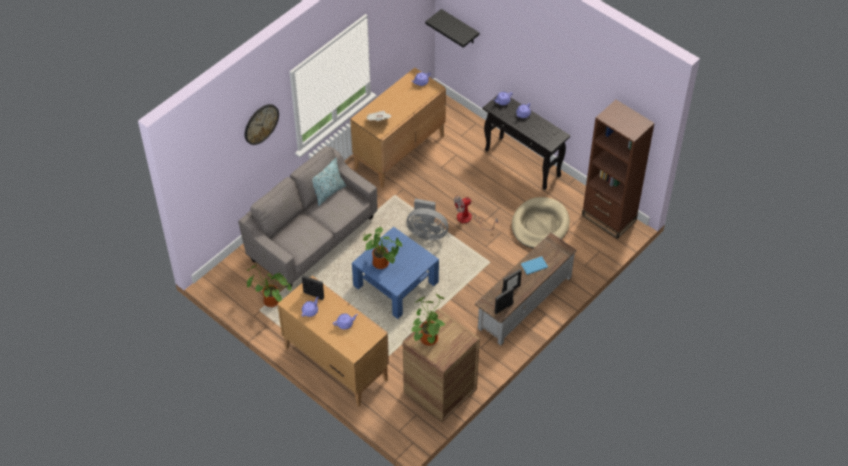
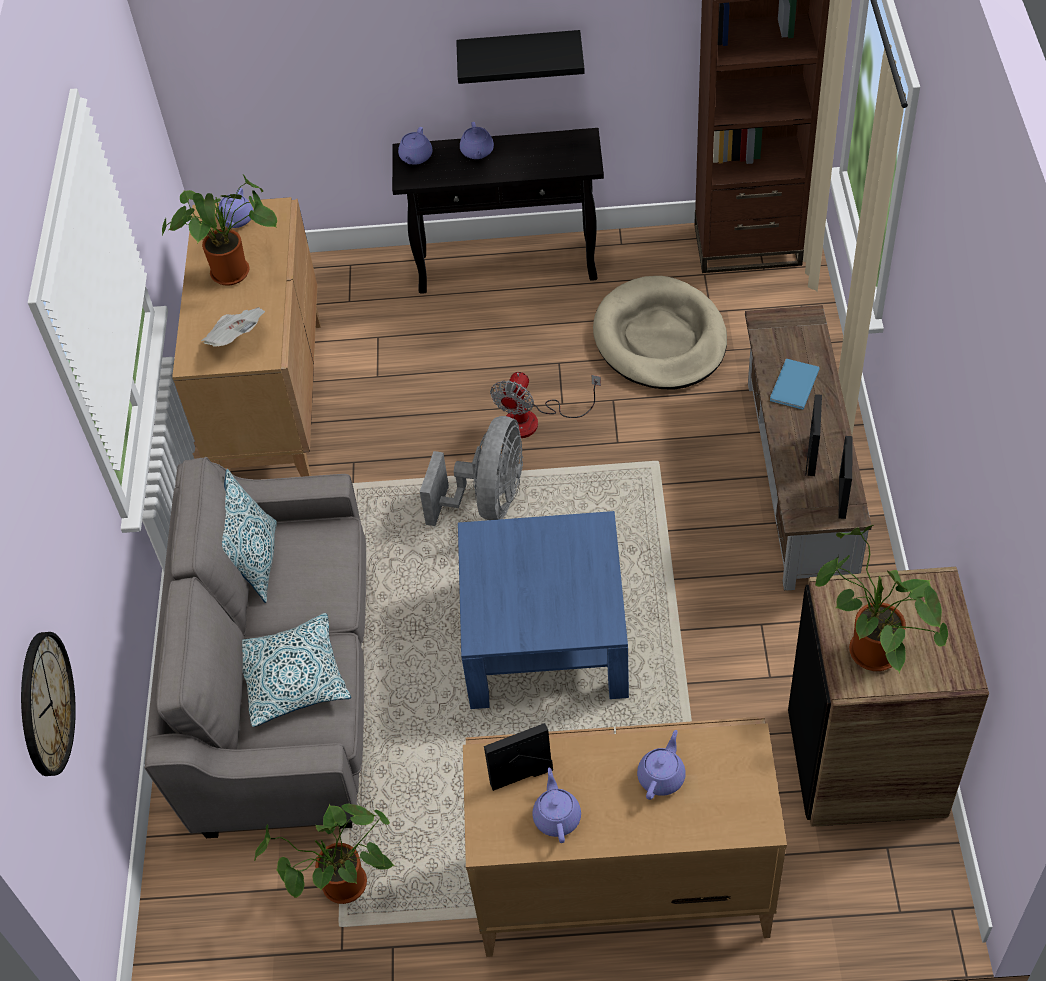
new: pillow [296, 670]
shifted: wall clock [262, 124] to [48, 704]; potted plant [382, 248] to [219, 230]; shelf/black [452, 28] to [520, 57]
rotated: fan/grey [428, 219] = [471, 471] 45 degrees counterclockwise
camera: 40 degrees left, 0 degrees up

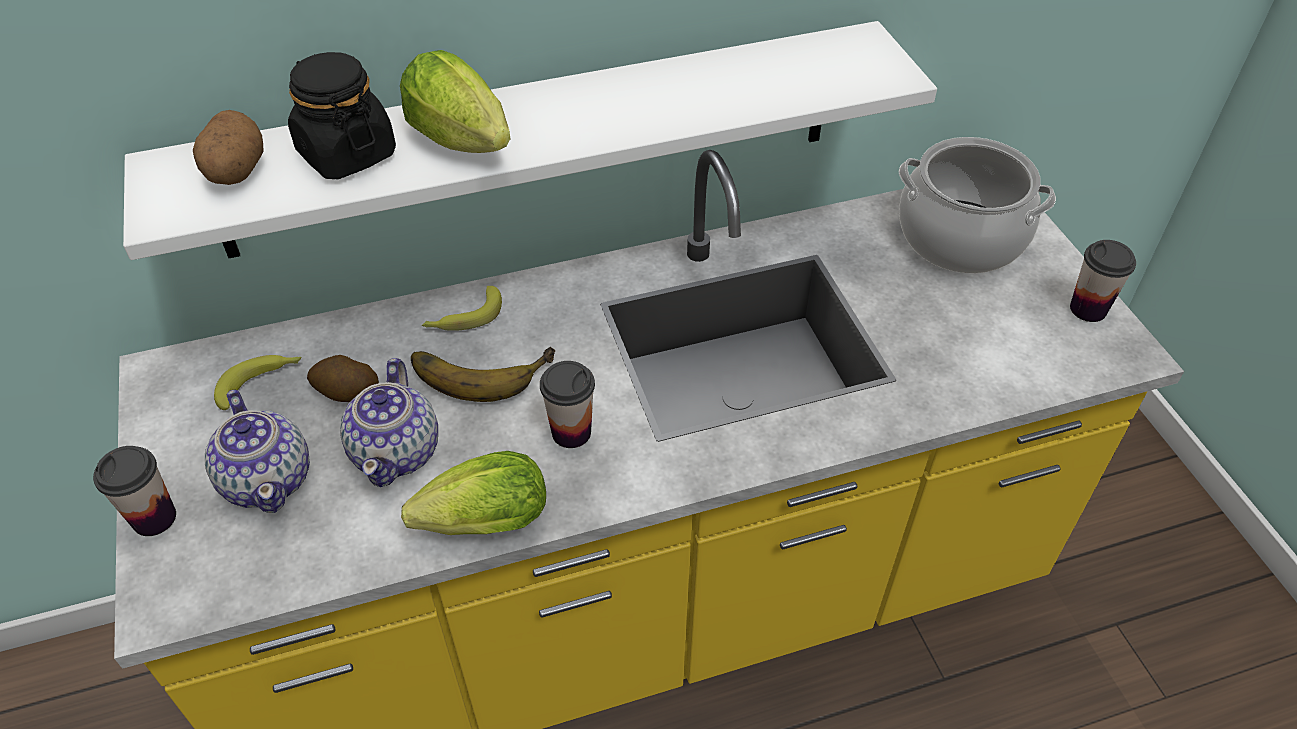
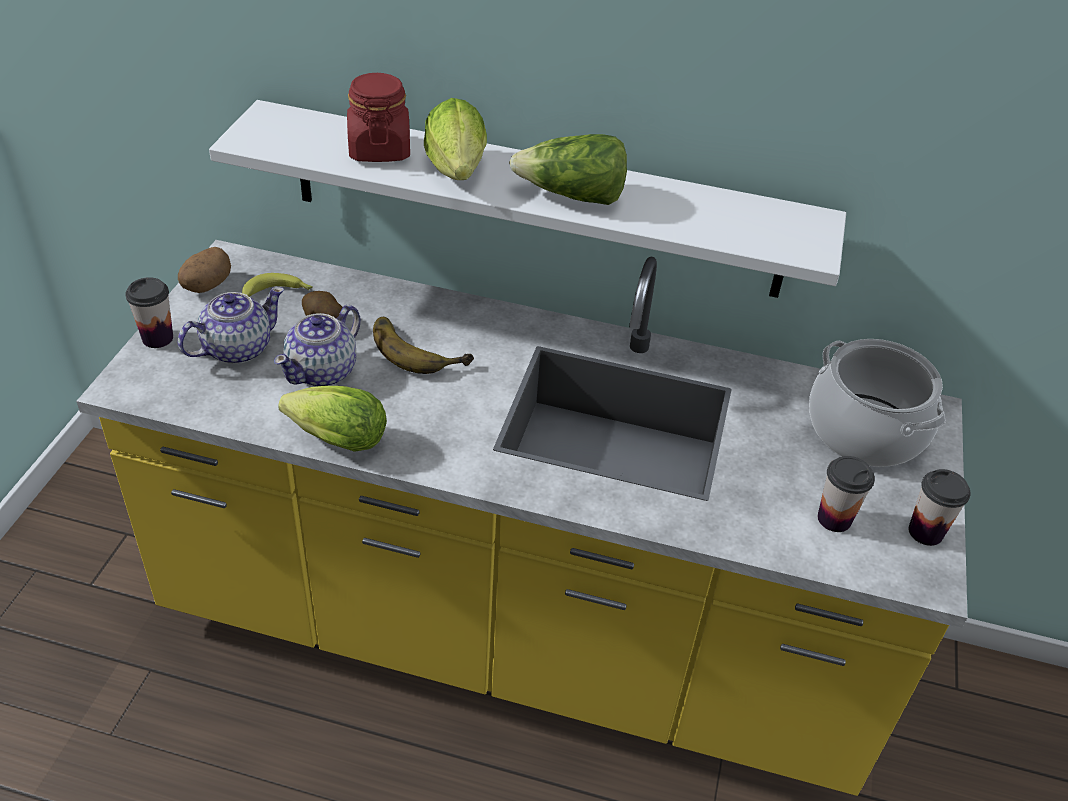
gone: banana [462, 308]
new: lettuce [568, 169]
shifted: potato [228, 147] to [204, 270]; cup [567, 404] to [846, 494]
repainted: jar/black [342, 115] to jar/red [378, 117]
rotated: teapot [257, 451] = [231, 325] 135 degrees counterclockwise
camera: 30 degrees right, 5 degrees down

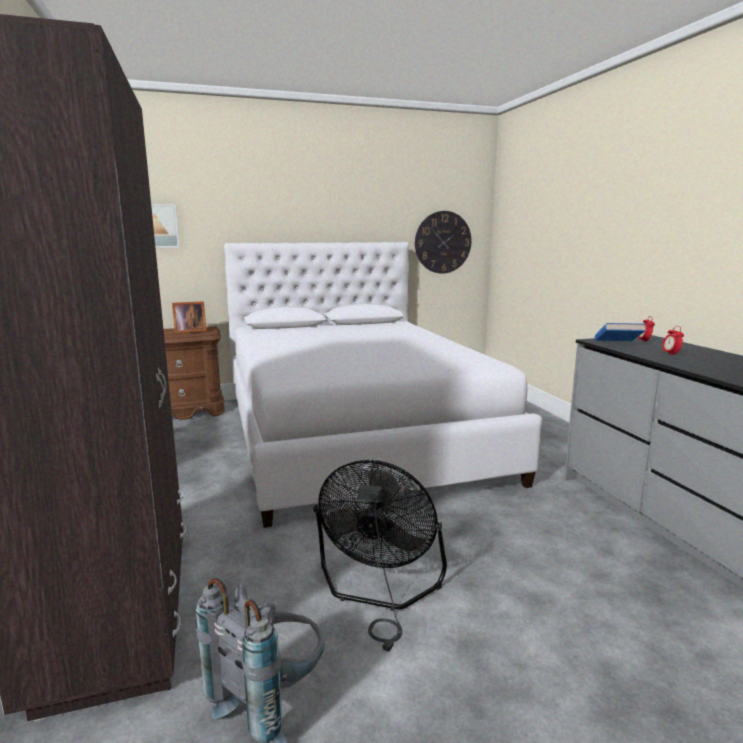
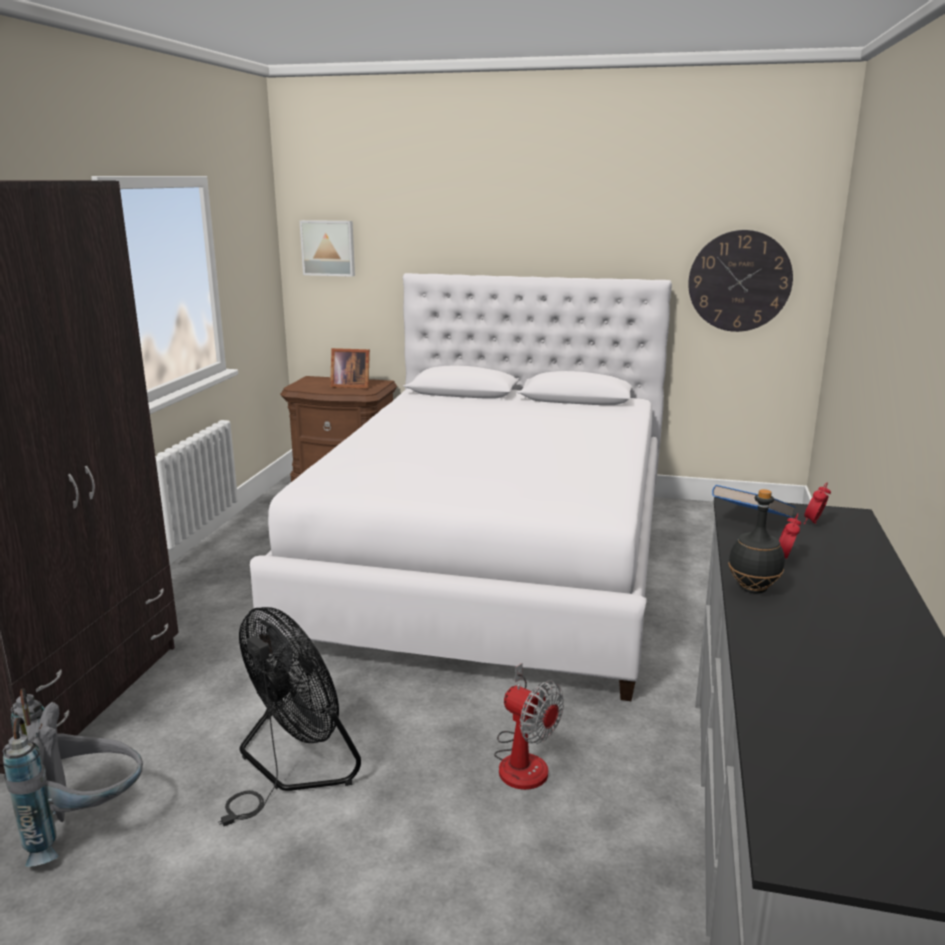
new: fan [529, 726]; bottle/black [756, 541]
camera: 30 degrees right, 5 degrees up

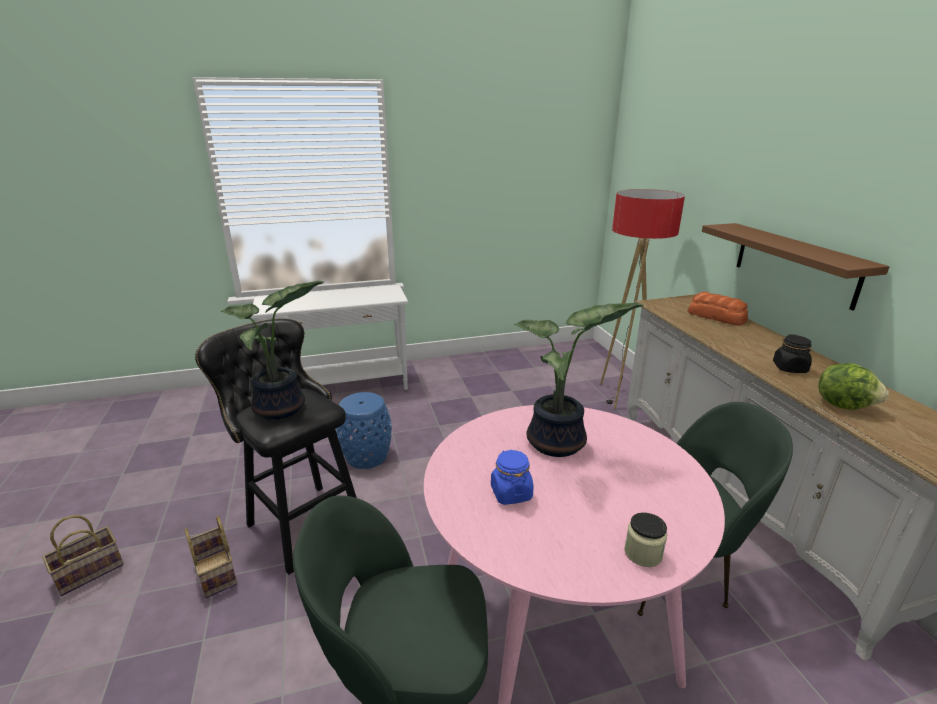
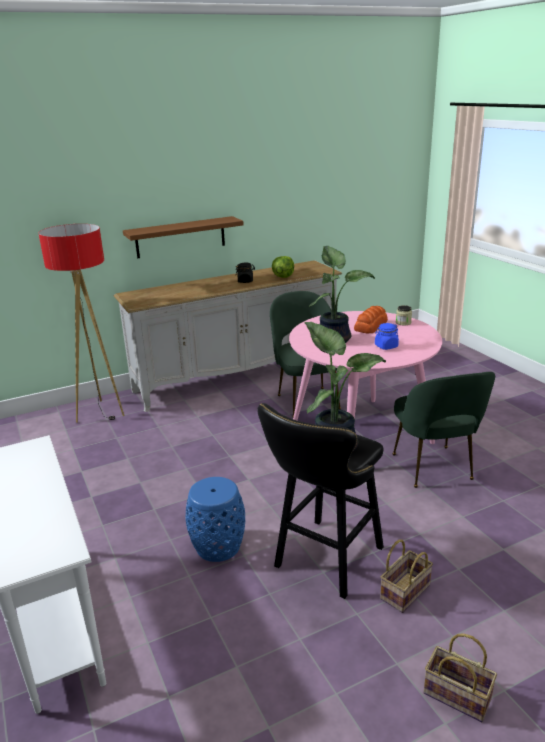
shifted: bread [717, 308] to [371, 319]
camera: 100 degrees left, 0 degrees up

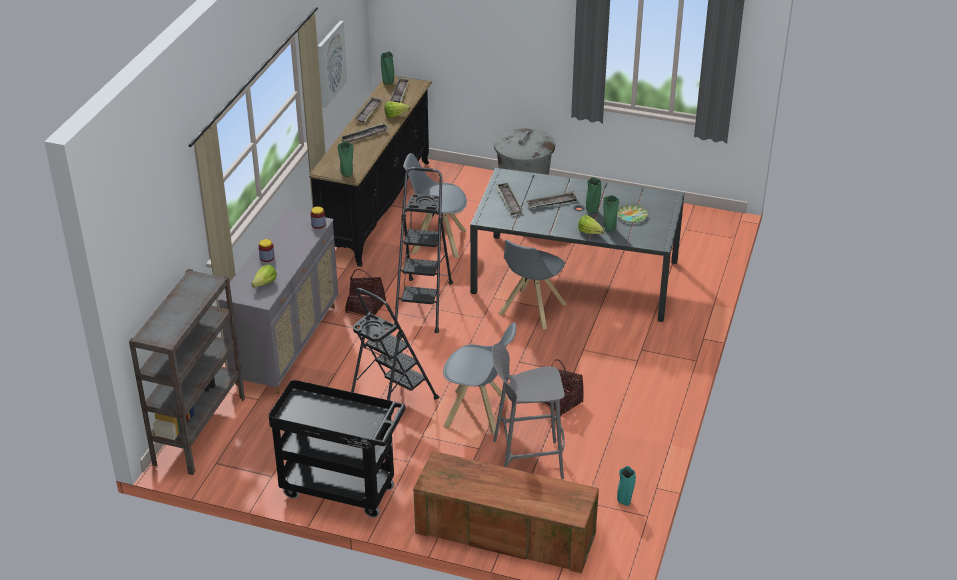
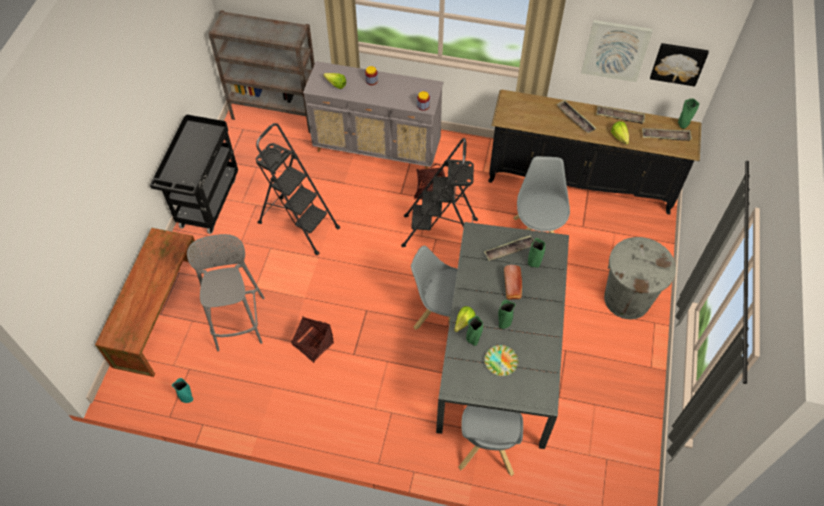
new: picture [679, 65]
shifted: chair/grey [480, 378] to [490, 441]; vase/green [345, 159] to [536, 253]
swapped: tray [552, 199] to bread [513, 282]
camera: 85 degrees right, 20 degrees up

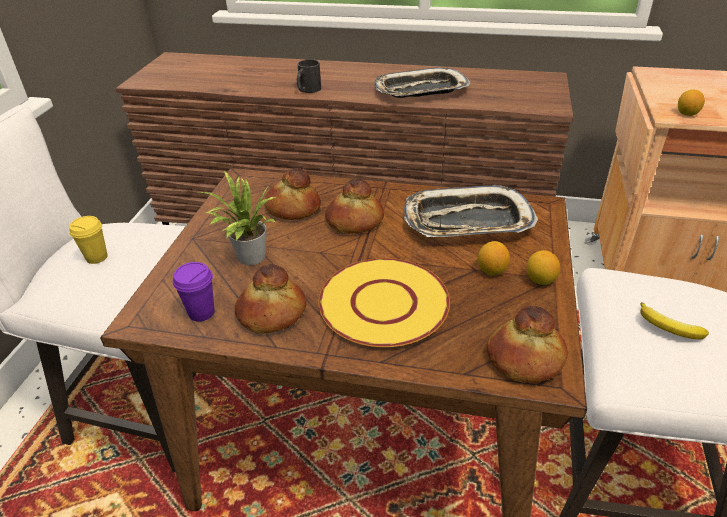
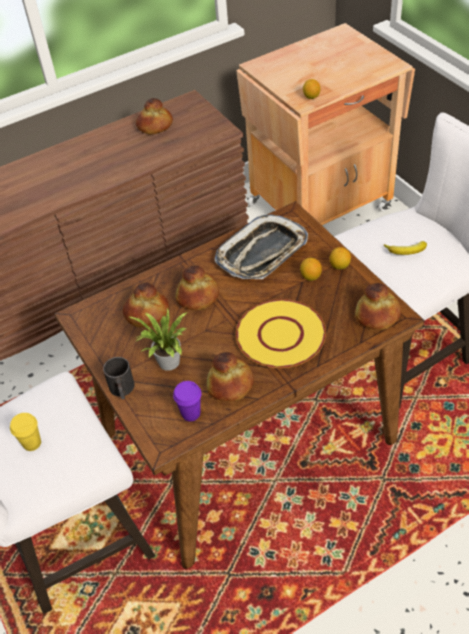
gone: tray [422, 82]
new: bread [154, 116]
shifted: mug/black [309, 76] to [119, 378]
camera: 40 degrees left, 10 degrees up

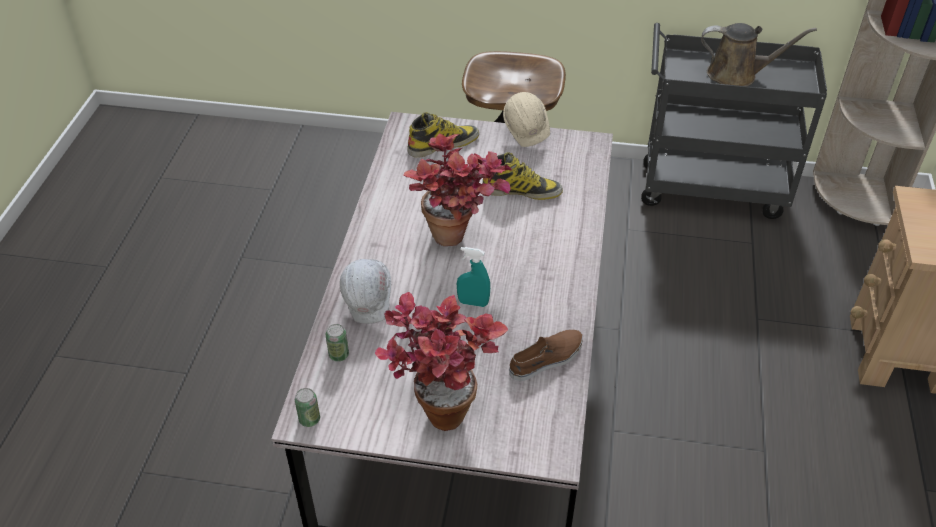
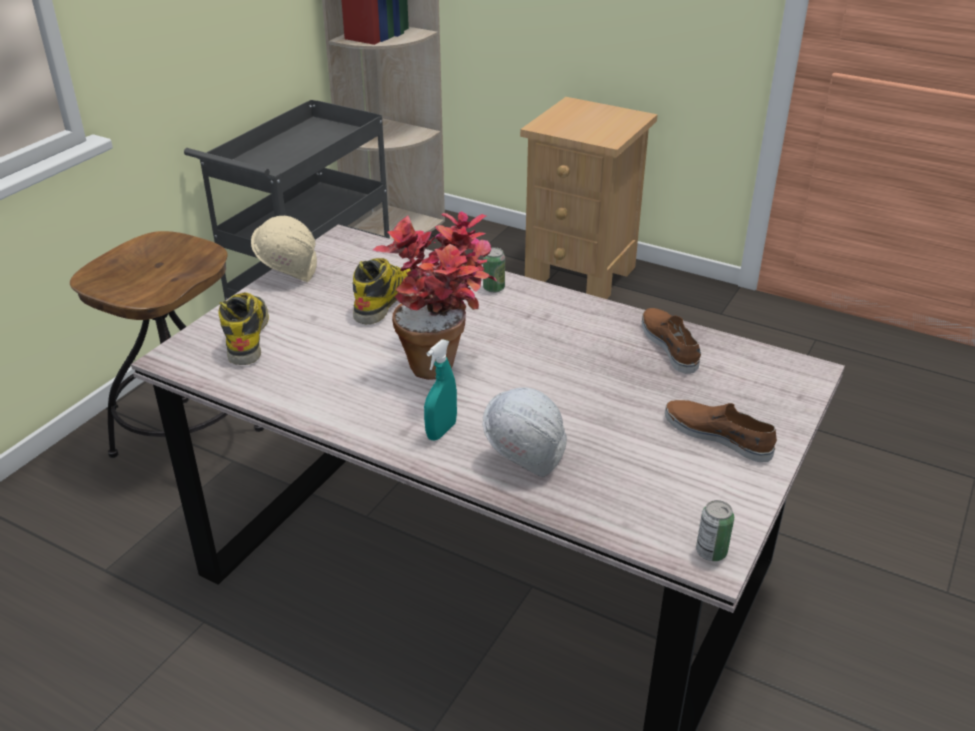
gone: watering can/brown [759, 54]
shifted: spray bottle/turquoise [473, 277] to [440, 390]; can [337, 343] to [494, 270]
swapped: potted plant [441, 361] to shoe/brown [721, 431]
camera: 70 degrees left, 10 degrees down

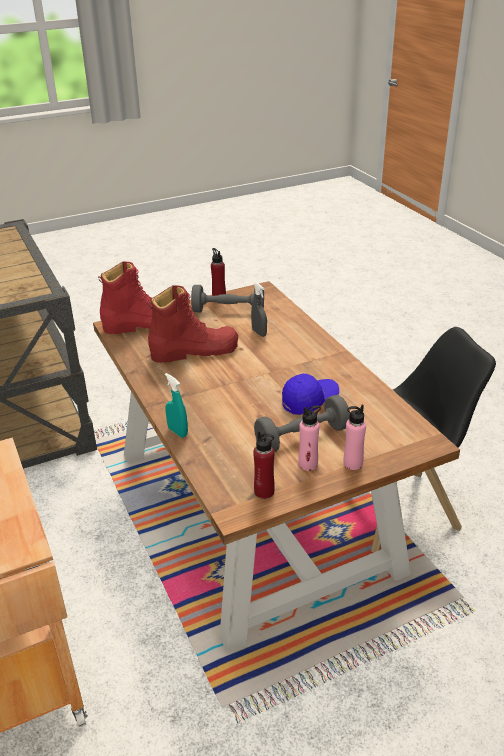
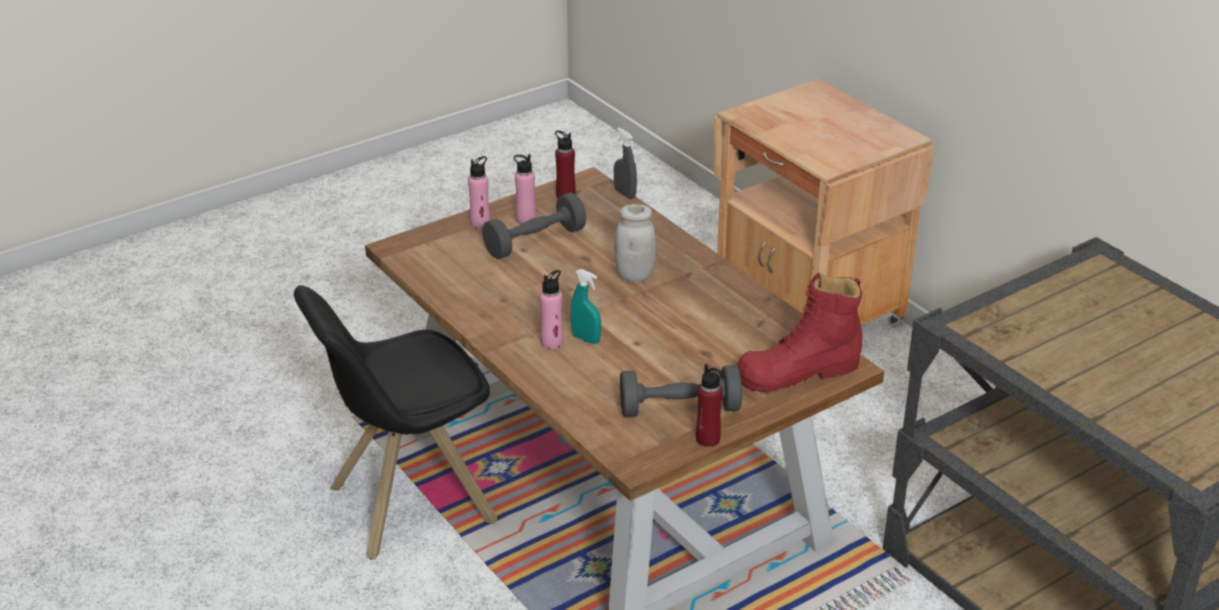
gone: boot/red [193, 324]; cap/blue [310, 394]
new: bottle/pink [551, 309]; jar/white [635, 243]
shifted: spray bottle/turquoise [176, 405] to [586, 306]; spray bottle/grey [259, 310] to [625, 163]
camera: 170 degrees right, 0 degrees up

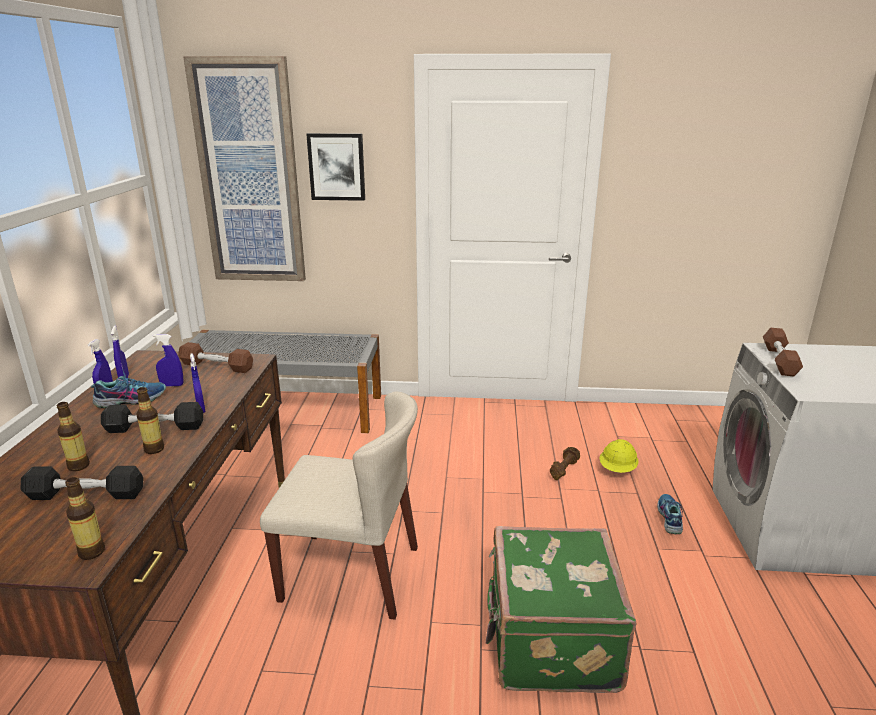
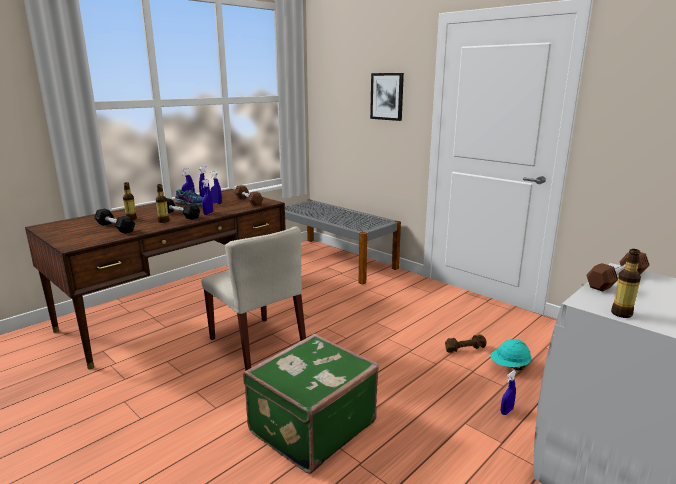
gone: picture [244, 168]
shifted: bottle [85, 518] to [626, 283]
swapped: shoe [670, 514] to spray bottle/blue [508, 392]
repainted: hard hat/yellow [619, 456] to hard hat/turquoise [511, 354]
camera: 40 degrees right, 5 degrees down

